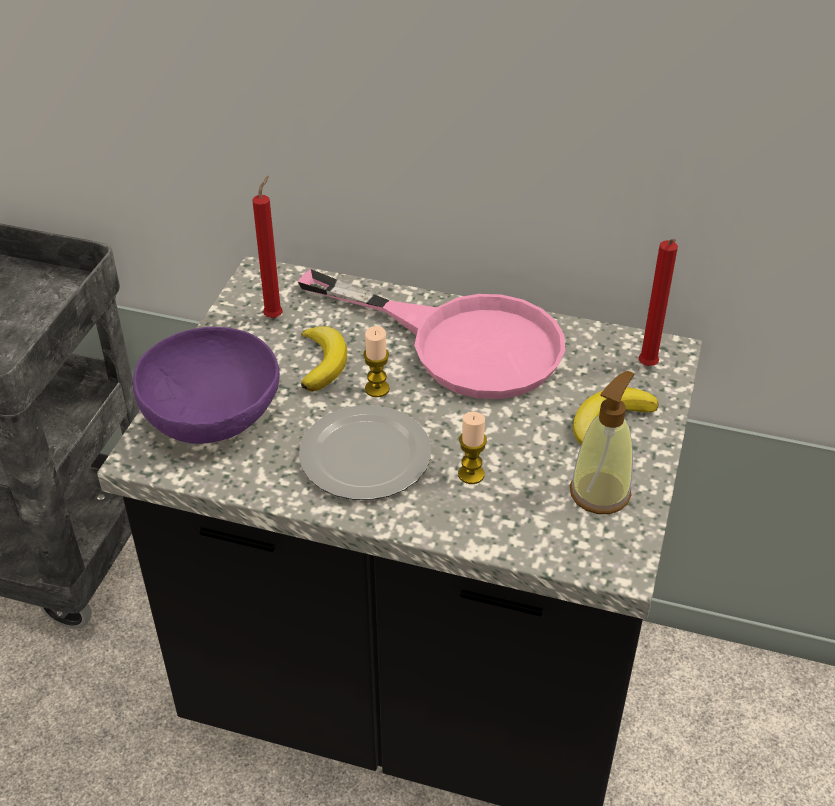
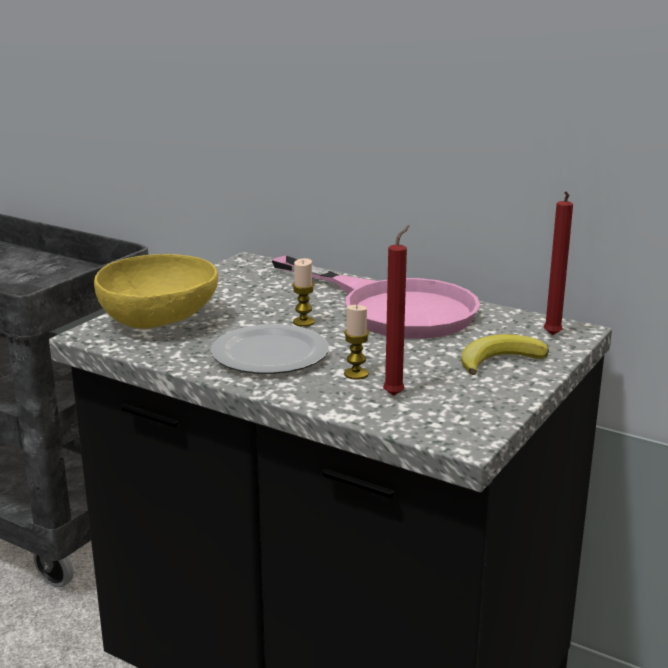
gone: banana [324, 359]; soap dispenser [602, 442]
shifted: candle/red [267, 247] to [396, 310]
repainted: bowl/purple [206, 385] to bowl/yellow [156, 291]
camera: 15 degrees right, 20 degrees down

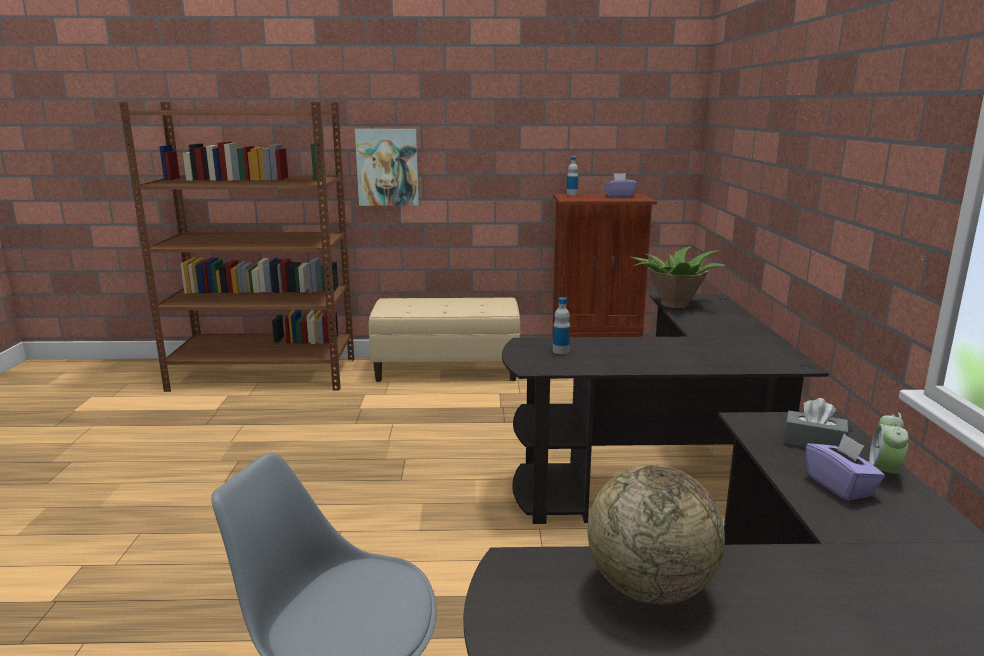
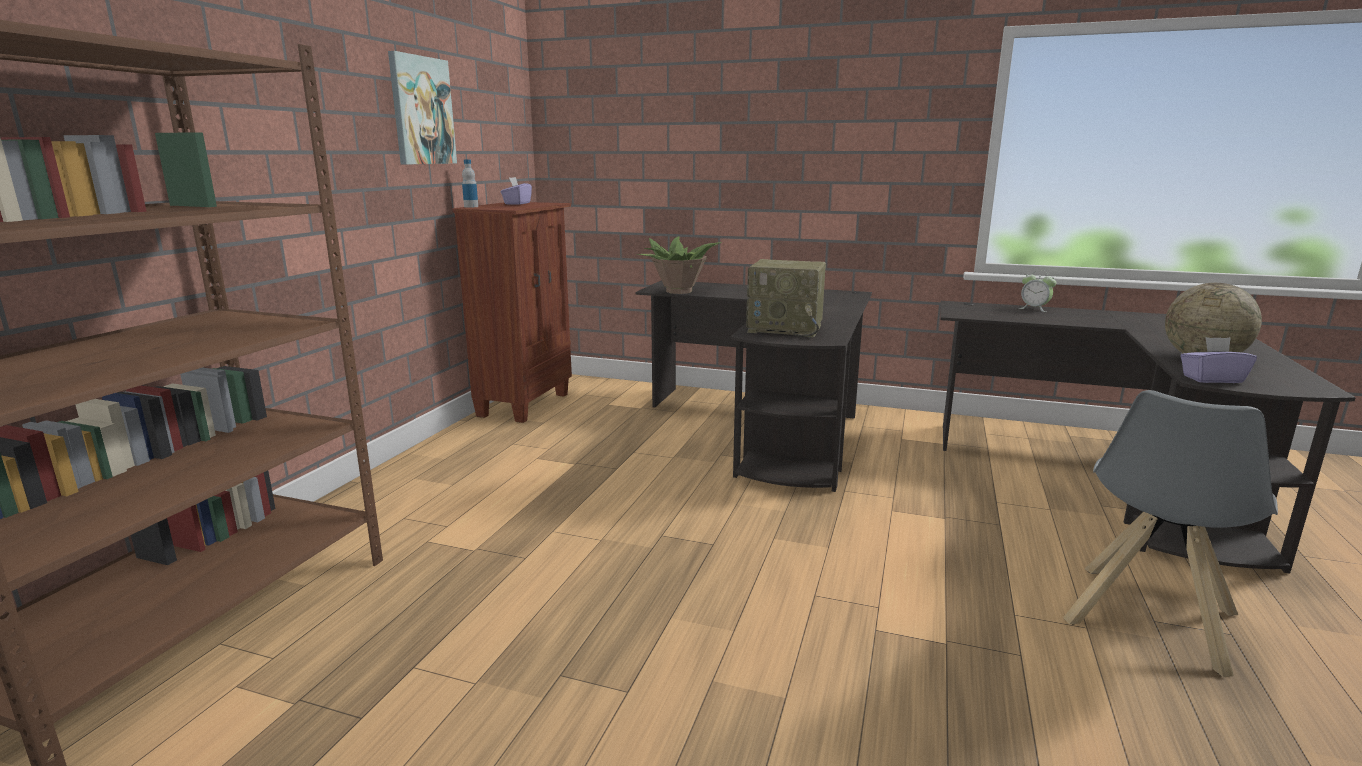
gone: bench/beige [444, 339]; tissue box/grey [816, 422]
shifted: picture [387, 167] to [422, 108]; tissue box/purple [845, 467] to [1218, 360]
swapped: bottle [561, 325] to radio [786, 298]
camera: 70 degrees left, 0 degrees up

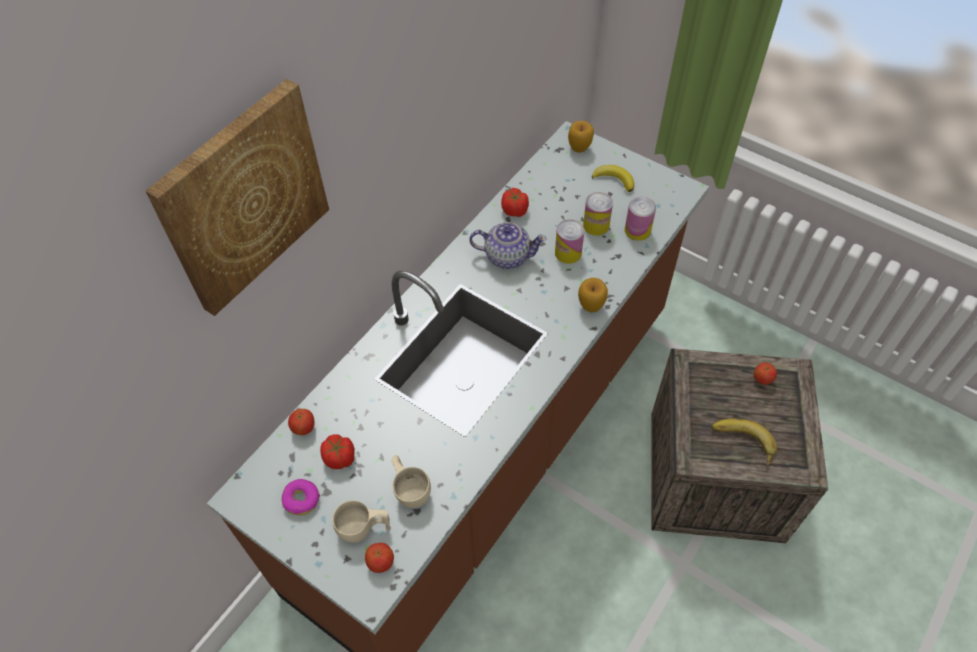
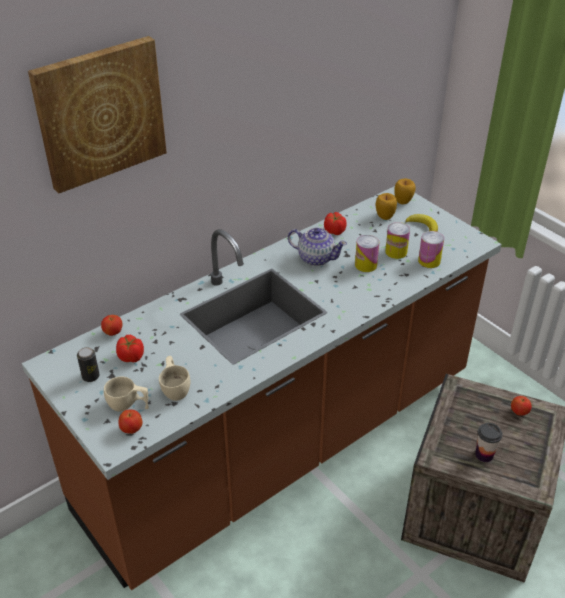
shifted: apple [593, 295] to [386, 206]
swapped: donut [301, 497] to can [88, 364]; banana [744, 442] to cup [489, 442]
camera: 15 degrees right, 15 degrees down

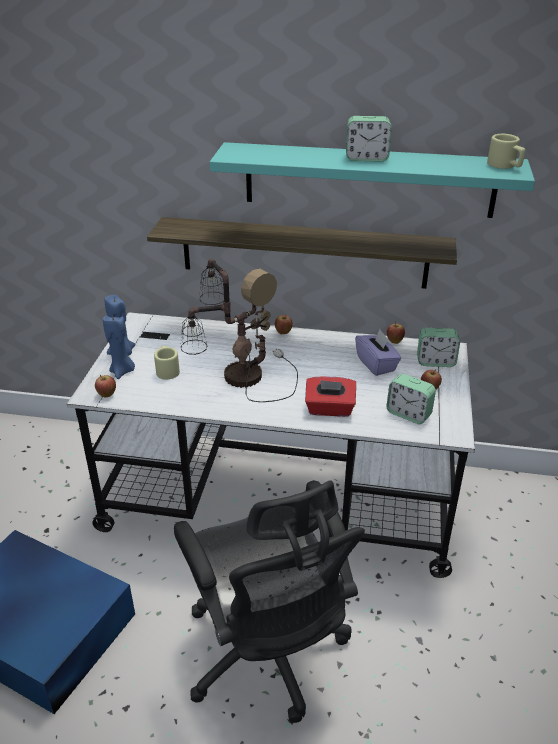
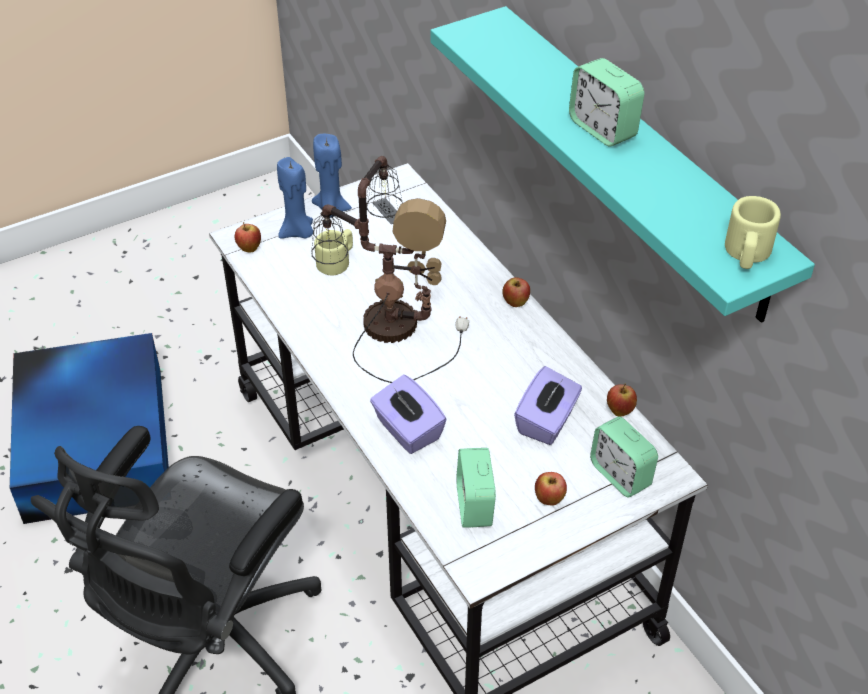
gone: shelf [302, 253]
repainted: tissue box/red [330, 396] to tissue box/purple [408, 414]
camera: 50 degrees right, 10 degrees up

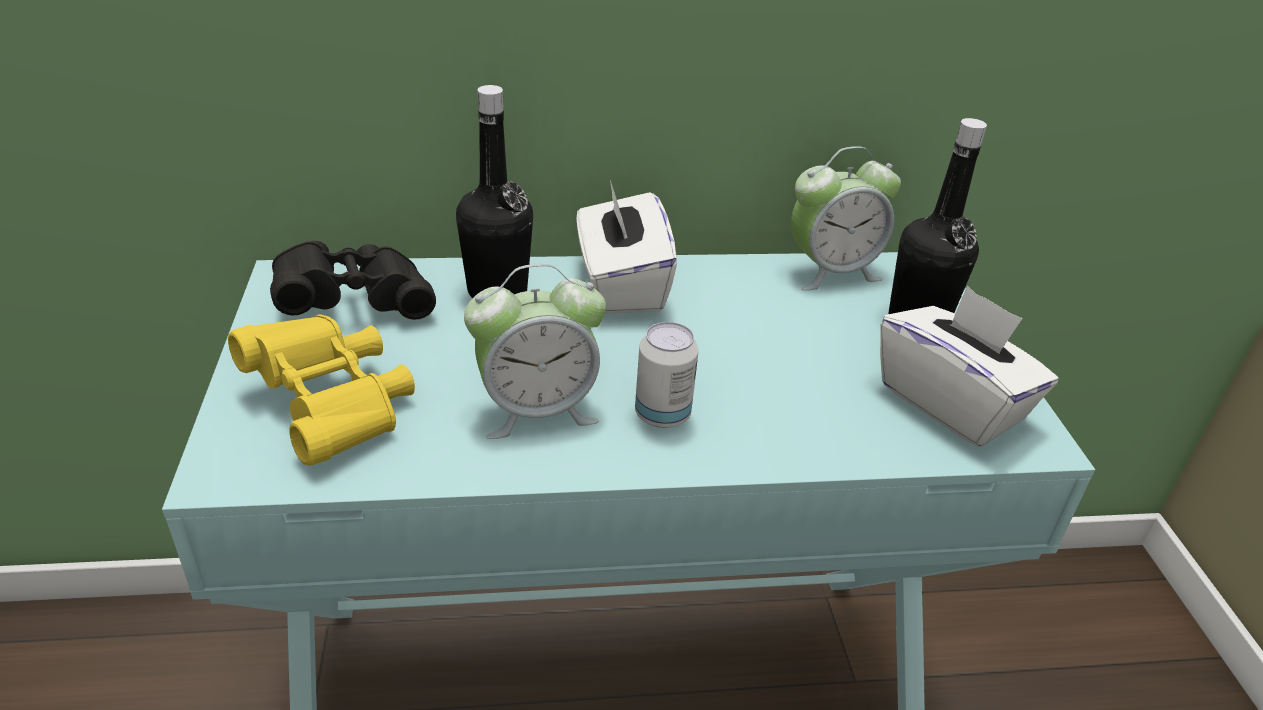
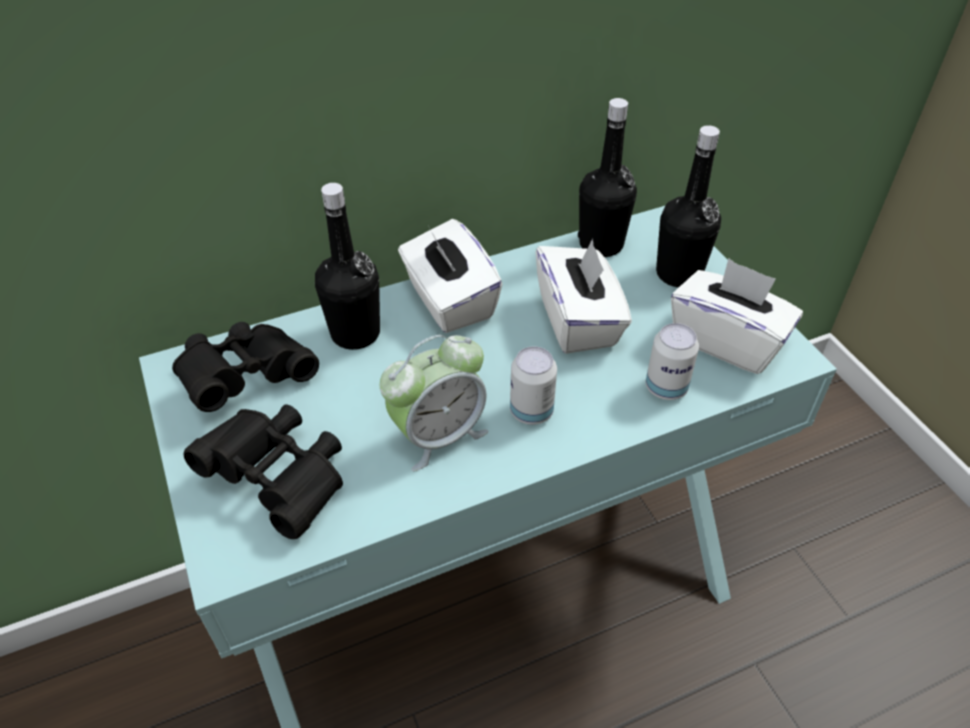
new: tissue box/white [583, 296]; can [672, 361]
swapped: alarm clock [846, 218] to bottle/black [607, 177]
repainted: binoculars/yellow [321, 390] to binoculars/black [263, 471]
camera: 15 degrees left, 10 degrees up

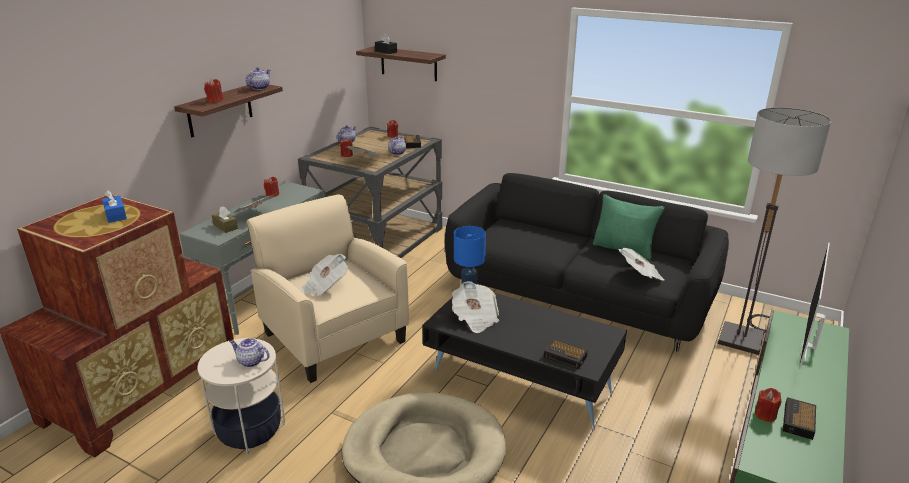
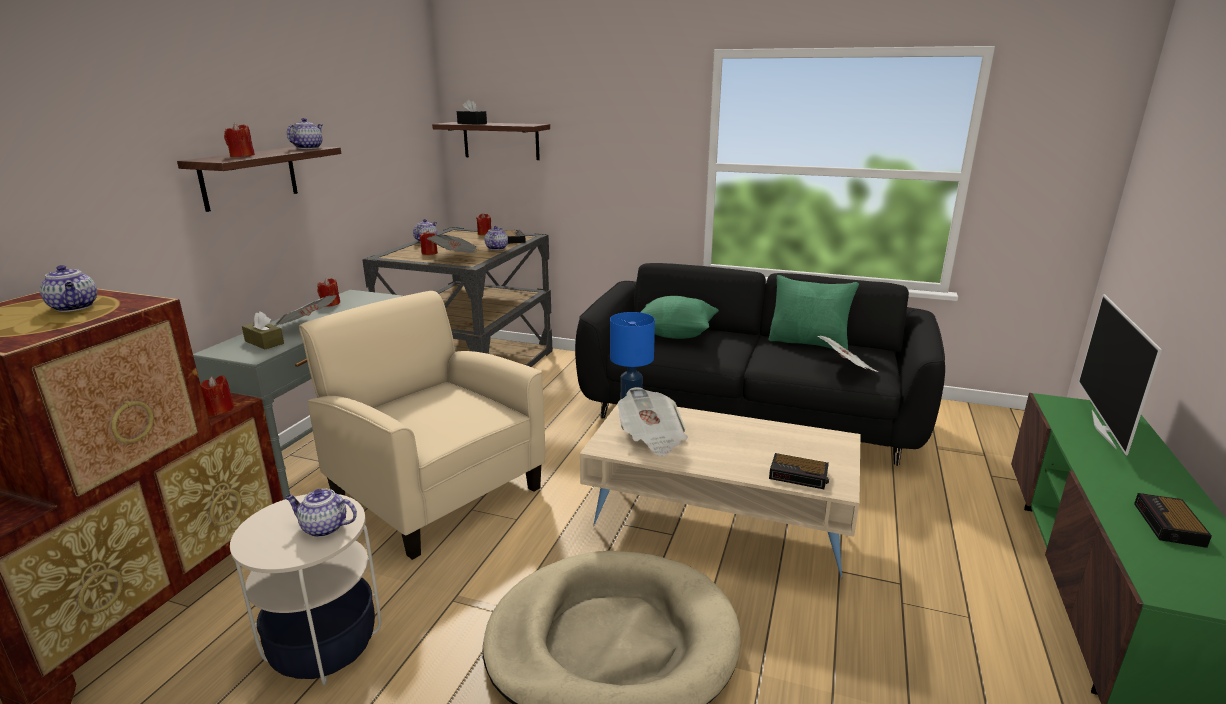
gone: newspaper [324, 275]; floor lamp [774, 231]
new: pillow/green [679, 317]
shifted: candle/red [768, 405] to [217, 395]
swapped: tissue box/blue [114, 206] to teapot [68, 288]
repainted: coffee table/black [524, 361] to coffee table/beige [720, 492]
camera: 10 degrees left, 5 degrees down

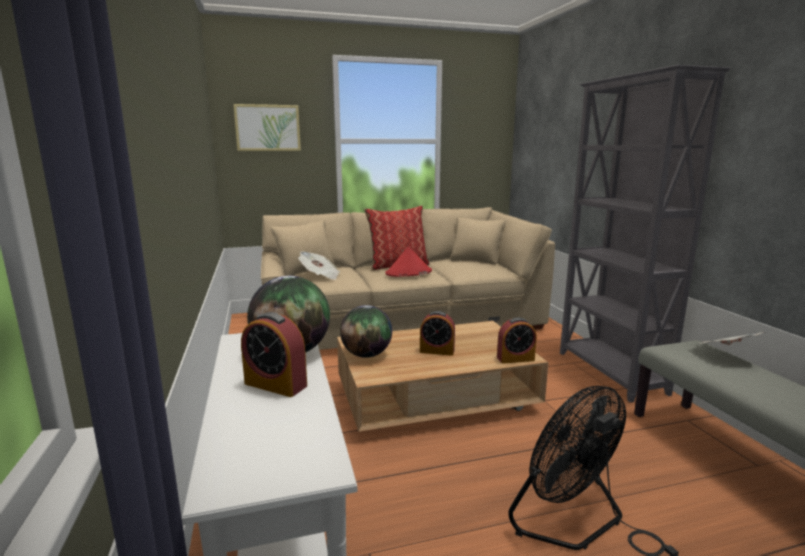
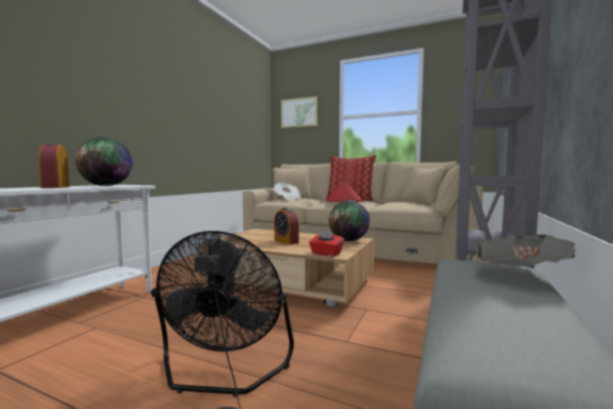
shifted: globe [366, 331] to [349, 221]
swapped: alarm clock [517, 340] to tissue box/red [326, 243]
camera: 40 degrees right, 10 degrees down

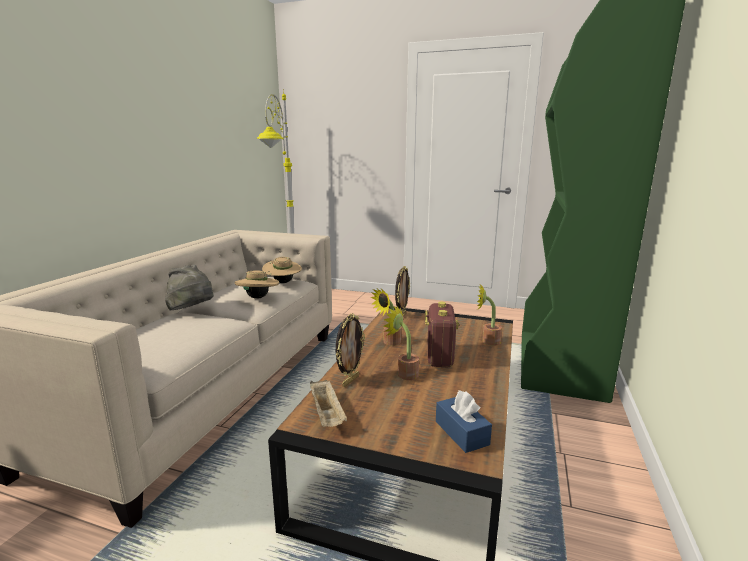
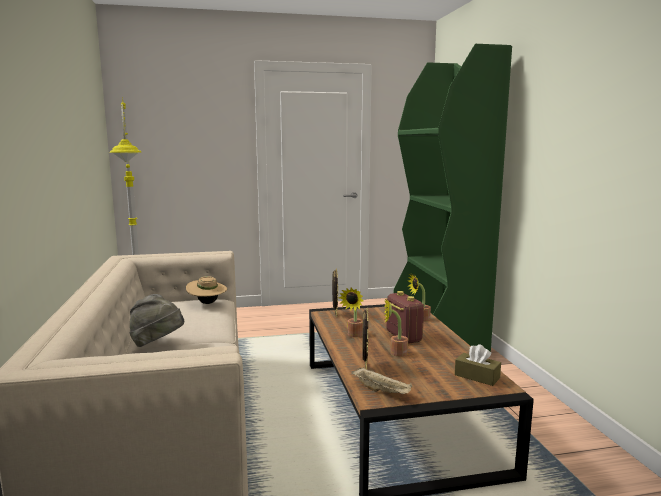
gone: hat/beige [257, 284]
repainted: tissue box/blue [464, 421] to tissue box/brown [478, 365]
camera: 30 degrees left, 5 degrees down

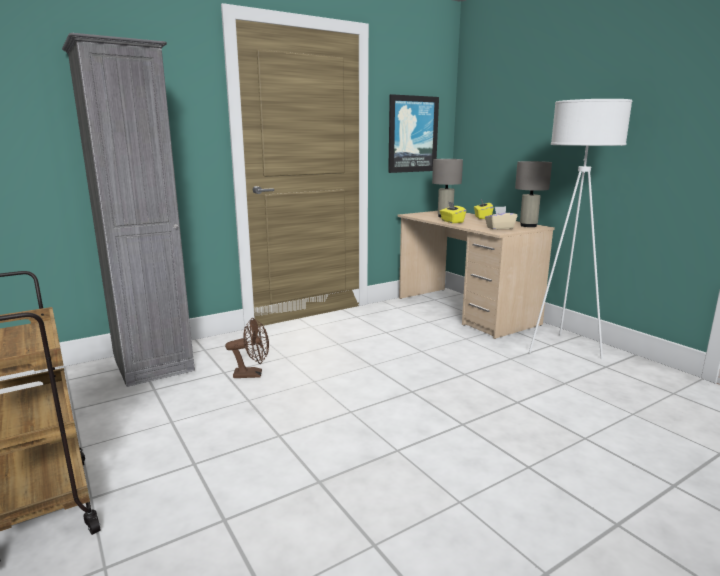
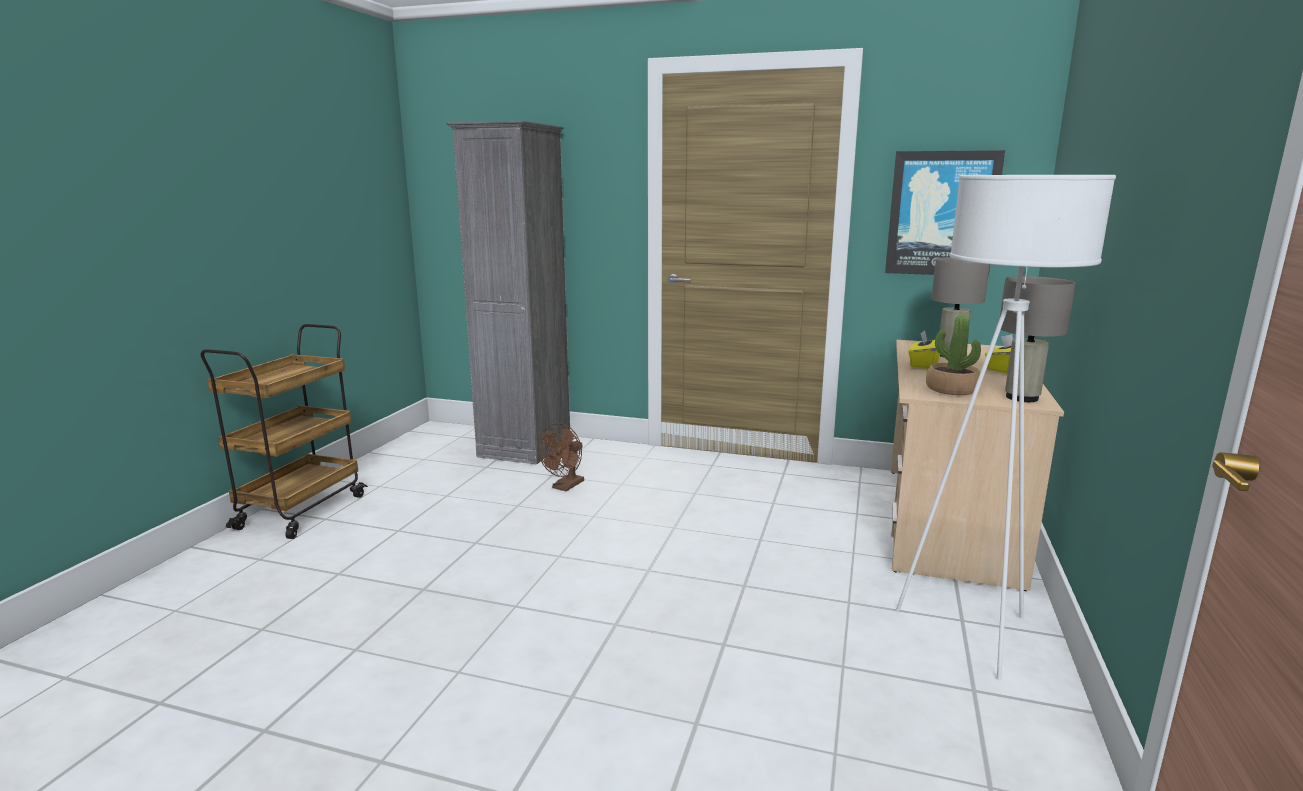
swapped: tissue box/beige [501, 218] to potted plant [953, 354]
rotated: fan/brown [247, 348] = [561, 457] 75 degrees clockwise
camera: 50 degrees right, 0 degrees up

